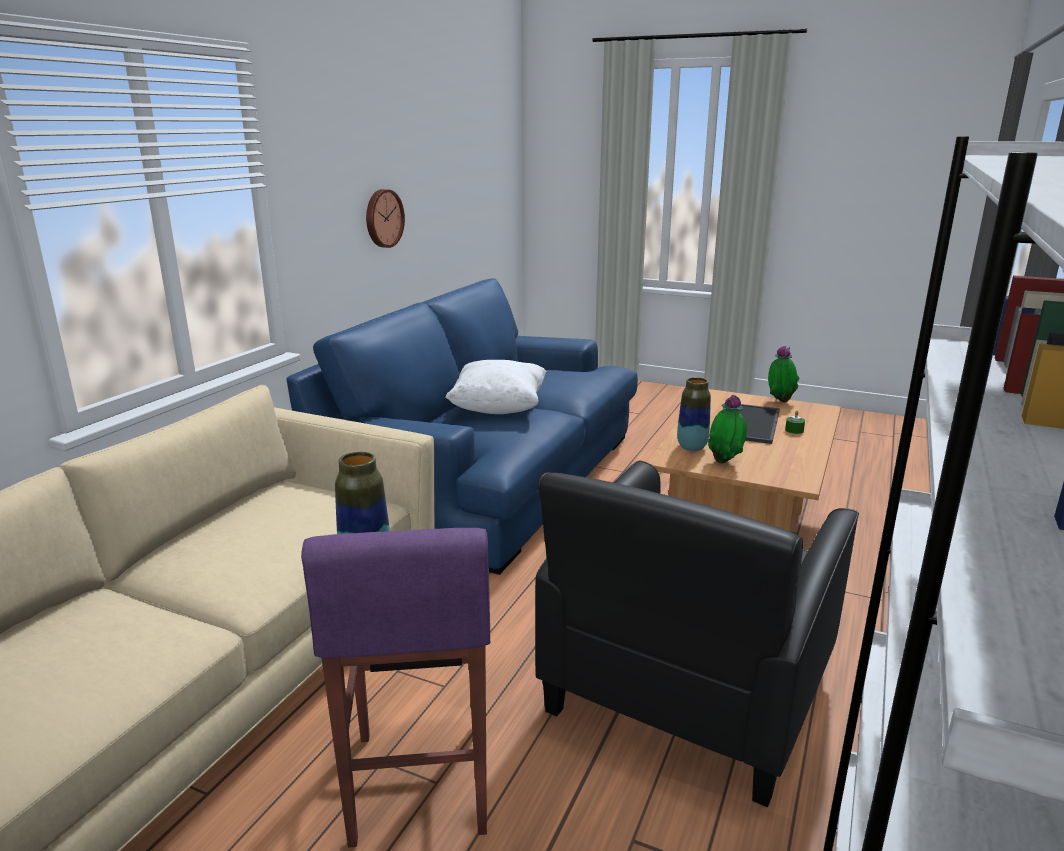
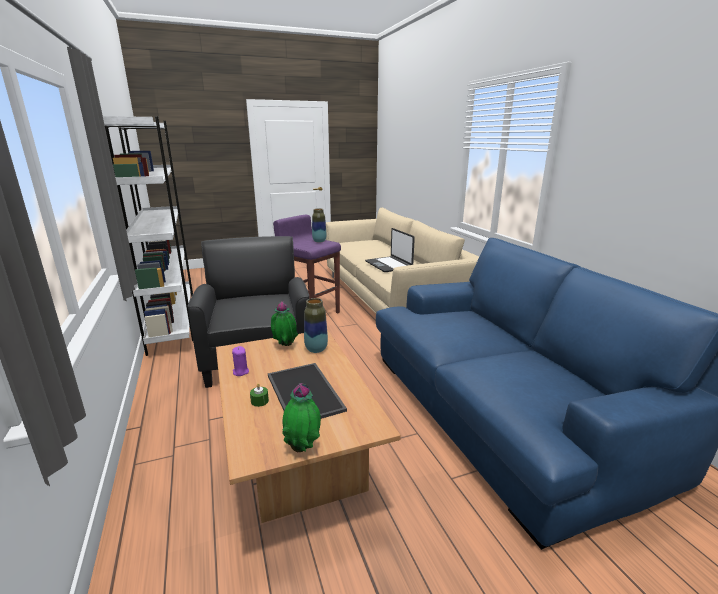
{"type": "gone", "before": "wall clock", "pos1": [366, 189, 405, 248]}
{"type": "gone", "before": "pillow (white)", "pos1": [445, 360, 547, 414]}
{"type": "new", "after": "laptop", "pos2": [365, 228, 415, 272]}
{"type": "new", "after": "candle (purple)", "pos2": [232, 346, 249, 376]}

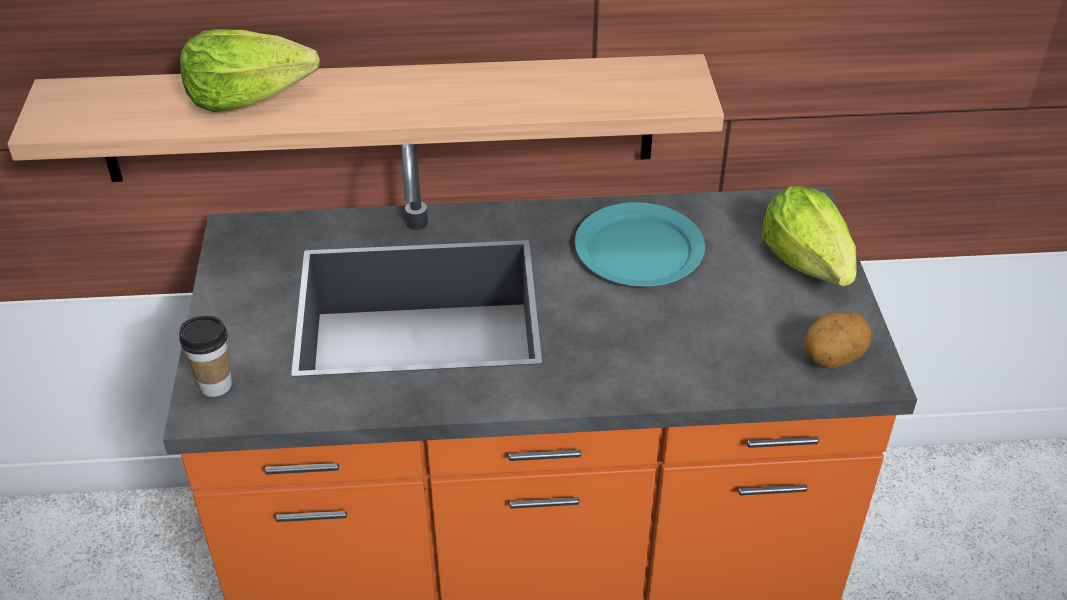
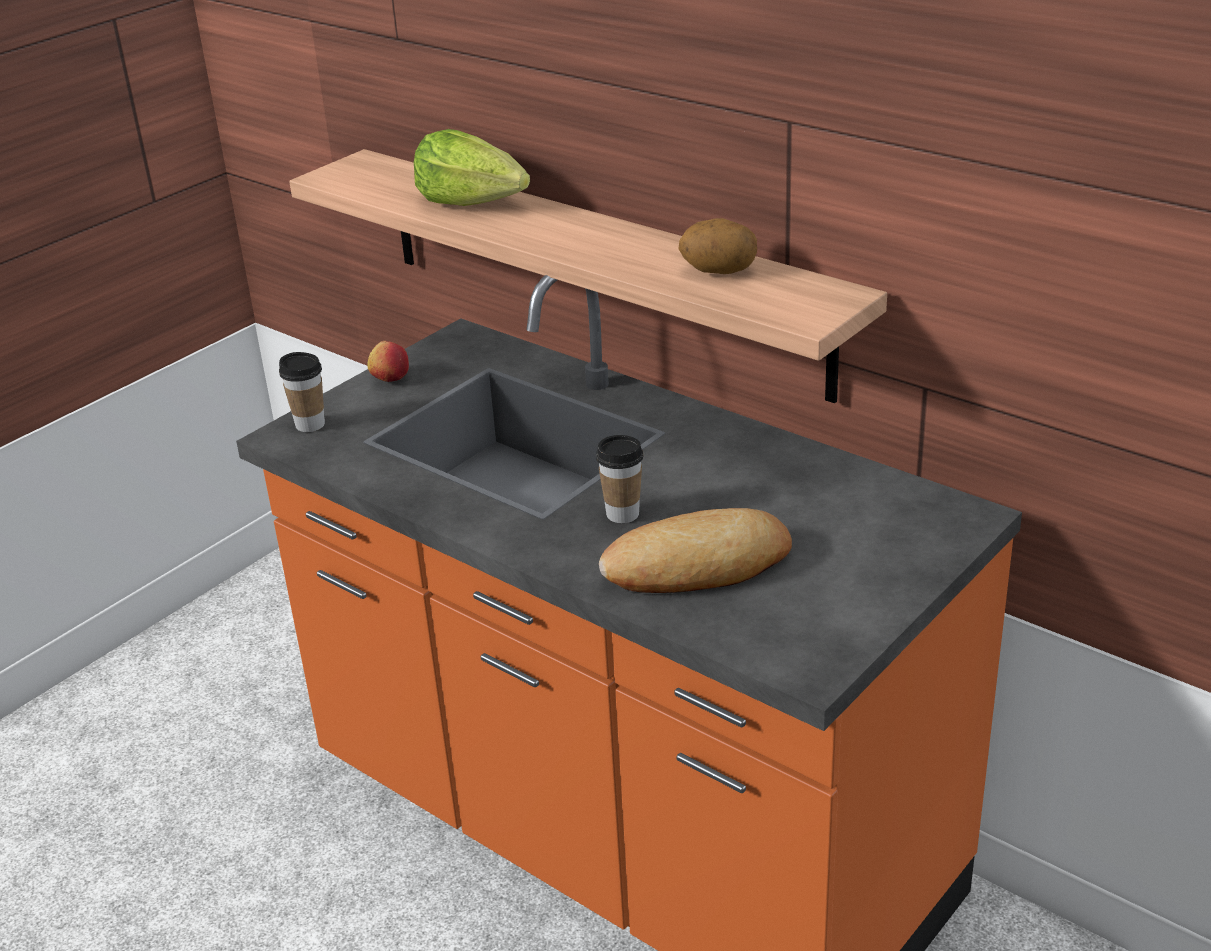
{"type": "gone", "before": "lettuce", "pos1": [762, 186, 857, 286]}
{"type": "gone", "before": "plate (turquoise)", "pos1": [575, 202, 705, 286]}
{"type": "shifted", "before": "potato", "pos1": [804, 312, 871, 368], "pos2": [678, 218, 757, 274]}
{"type": "new", "after": "apple", "pos2": [367, 341, 409, 382]}
{"type": "new", "after": "cup", "pos2": [596, 435, 643, 523]}
{"type": "new", "after": "bread", "pos2": [599, 508, 792, 593]}

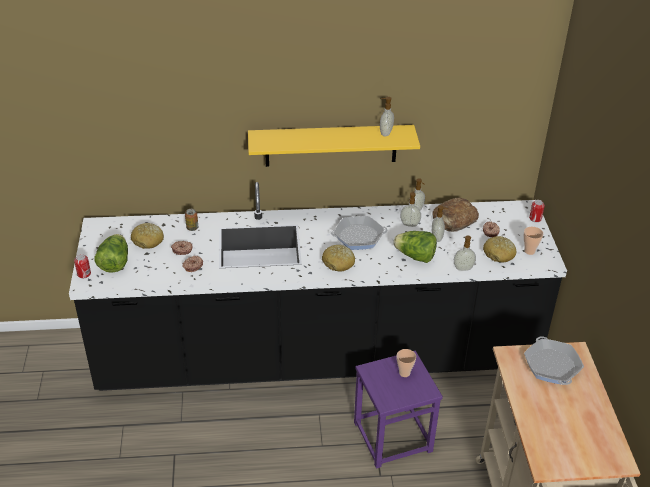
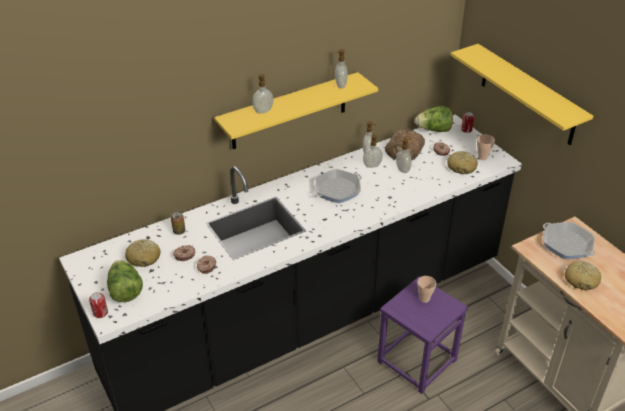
{"type": "shifted", "before": "lettuce", "pos1": [393, 231, 437, 263], "pos2": [415, 106, 453, 132]}
{"type": "shifted", "before": "soap dispenser", "pos1": [454, 235, 476, 271], "pos2": [252, 74, 273, 114]}
{"type": "shifted", "before": "bread", "pos1": [322, 245, 355, 271], "pos2": [565, 261, 601, 290]}
{"type": "new", "after": "shelf (yellow)", "pos2": [451, 44, 593, 145]}

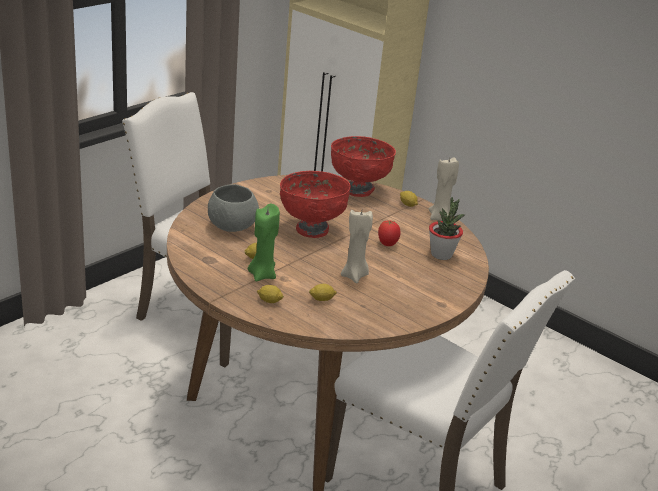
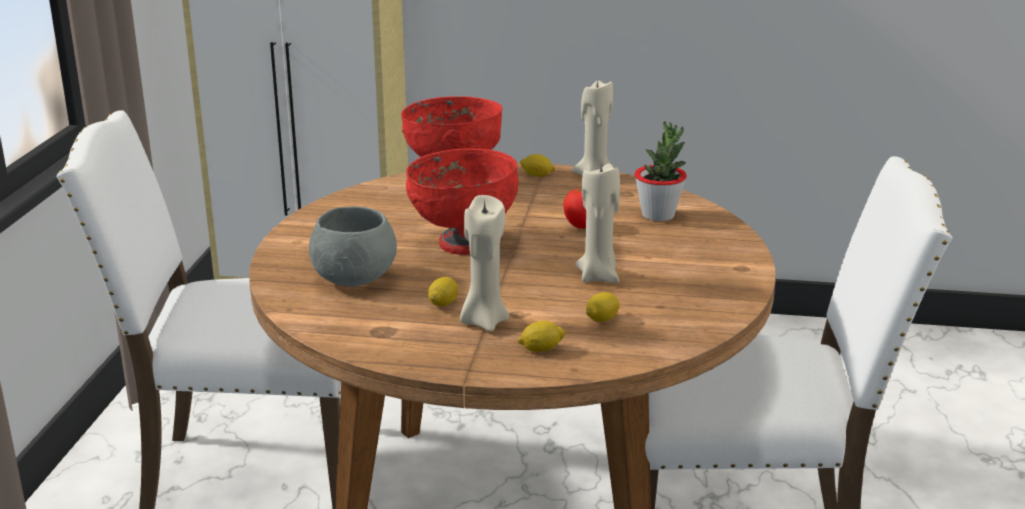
{"type": "repainted", "before": "candle (green)", "after": "candle (beige)", "pos1": [248, 204, 280, 282], "pos2": [460, 195, 509, 331]}

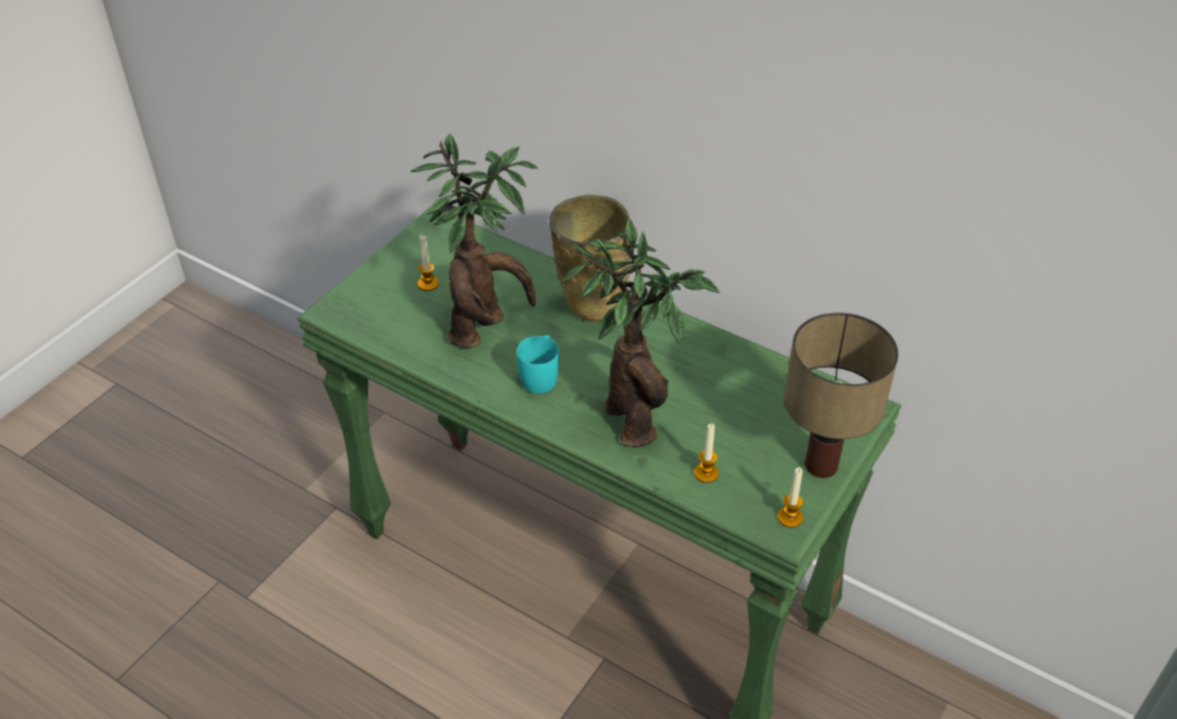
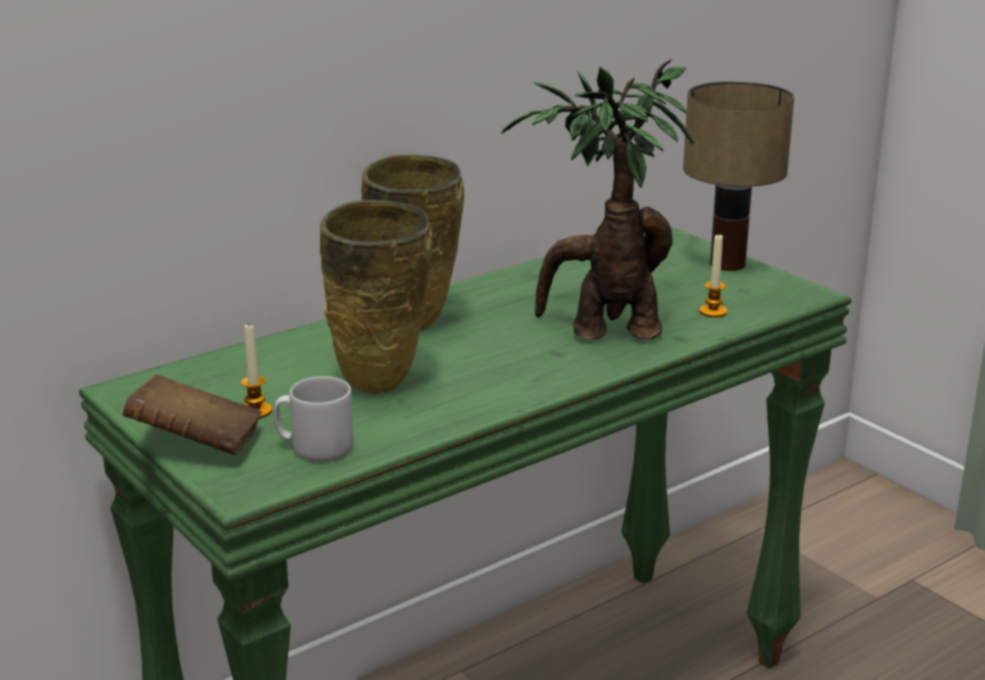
{"type": "swapped", "before": "potted plant", "after": "vase (beige)", "pos1": [411, 134, 538, 348], "pos2": [320, 200, 433, 394]}
{"type": "gone", "before": "mug (turquoise)", "pos1": [517, 335, 559, 393]}
{"type": "gone", "before": "candle", "pos1": [777, 467, 803, 528]}
{"type": "new", "after": "book (brown)", "pos2": [123, 374, 262, 455]}
{"type": "new", "after": "mug (grey)", "pos2": [274, 376, 354, 461]}

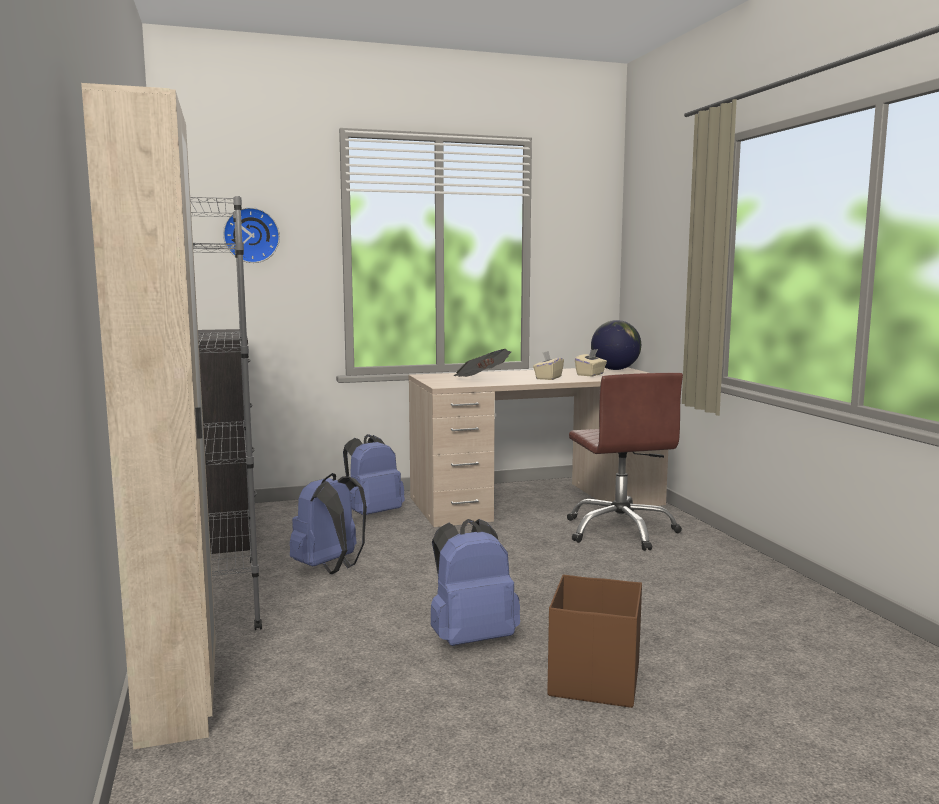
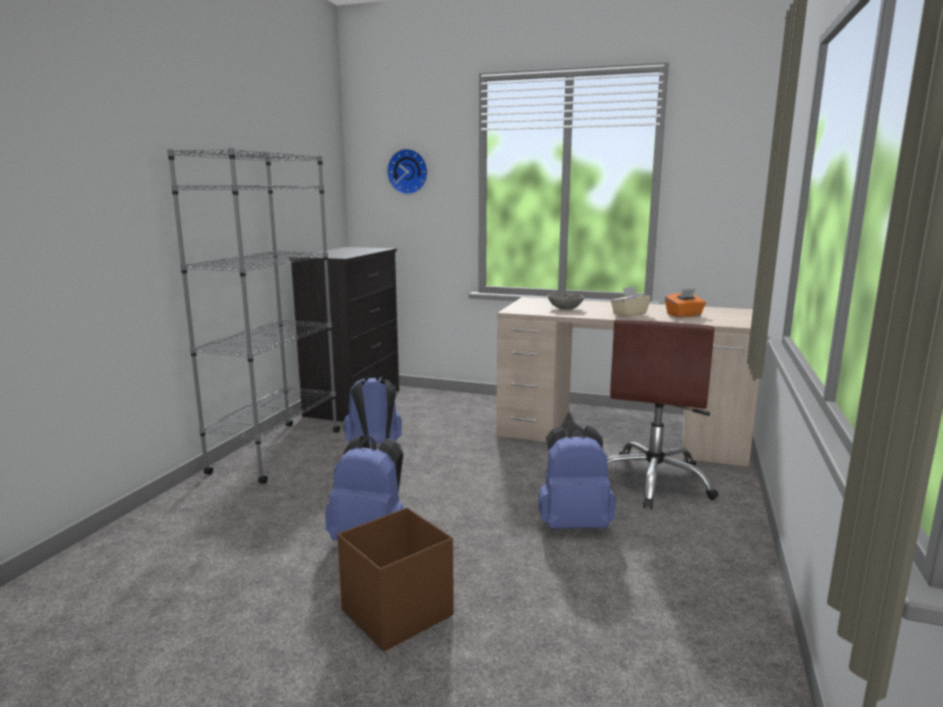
{"type": "gone", "before": "wardrobe (beige)", "pos1": [81, 83, 216, 750]}
{"type": "gone", "before": "globe", "pos1": [591, 320, 641, 370]}
{"type": "swapped", "before": "newspaper", "after": "bowl (grey)", "pos1": [454, 349, 511, 377], "pos2": [548, 292, 584, 309]}
{"type": "repainted", "before": "tissue box (beige)", "after": "tissue box (orange)", "pos1": [575, 349, 607, 376], "pos2": [665, 289, 706, 317]}
{"type": "shifted", "before": "backpack (blue)", "pos1": [343, 434, 405, 515], "pos2": [538, 425, 616, 529]}

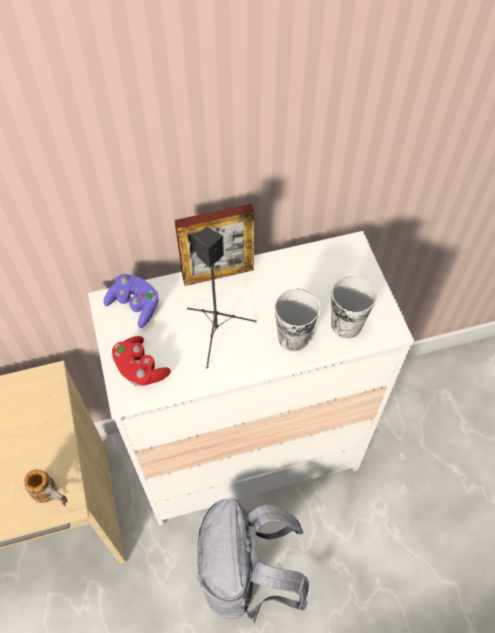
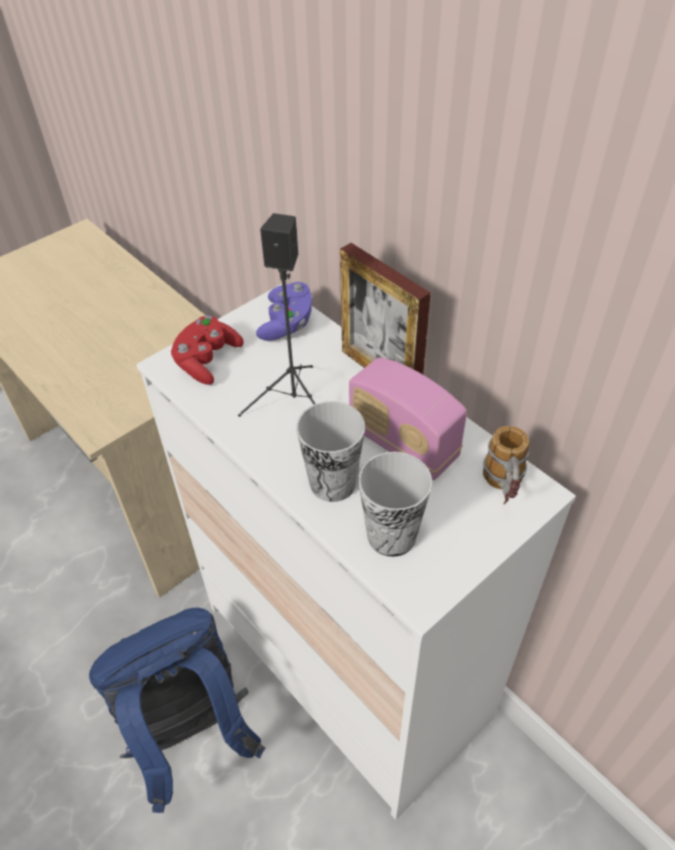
{"type": "shifted", "before": "mug", "pos1": [24, 469, 68, 507], "pos2": [483, 426, 530, 504]}
{"type": "repainted", "before": "backpack (grey)", "after": "backpack (blue)", "pos1": [196, 498, 309, 623], "pos2": [89, 608, 266, 813]}
{"type": "new", "after": "radio", "pos2": [349, 357, 467, 480]}

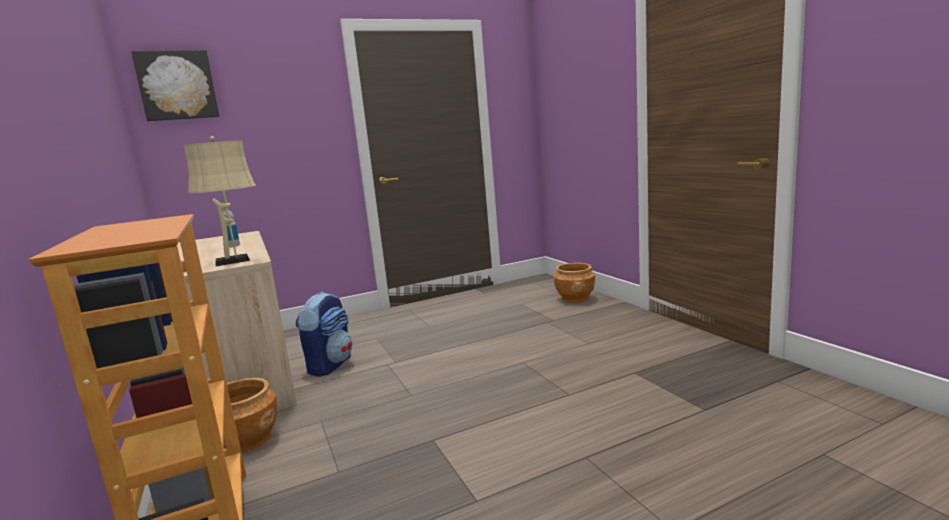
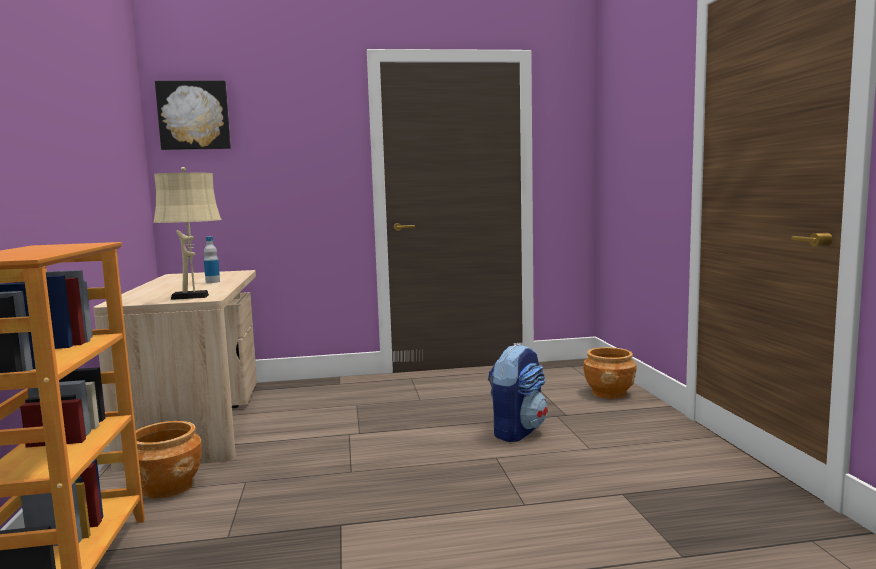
{"type": "shifted", "before": "backpack", "pos1": [296, 292, 352, 377], "pos2": [488, 344, 547, 442]}

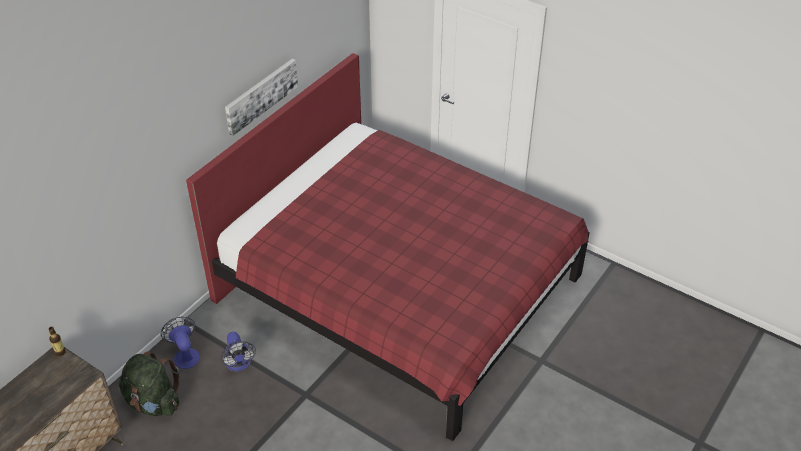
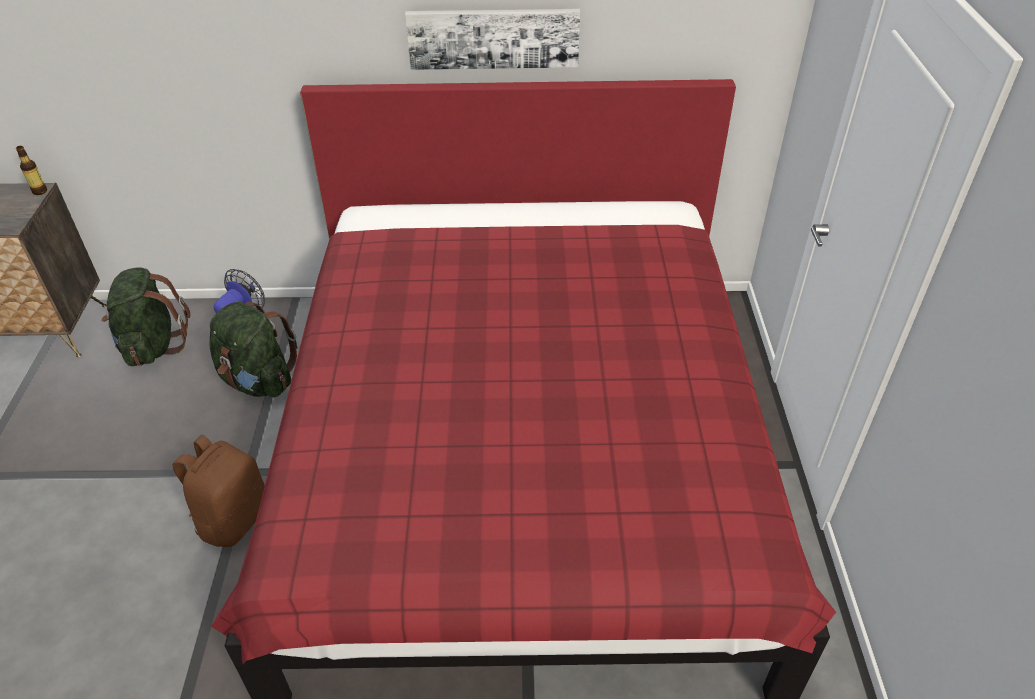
{"type": "swapped", "before": "fan", "after": "backpack (green)", "pos1": [220, 332, 256, 371], "pos2": [210, 302, 297, 397]}
{"type": "new", "after": "backpack (brown)", "pos2": [173, 435, 265, 547]}

